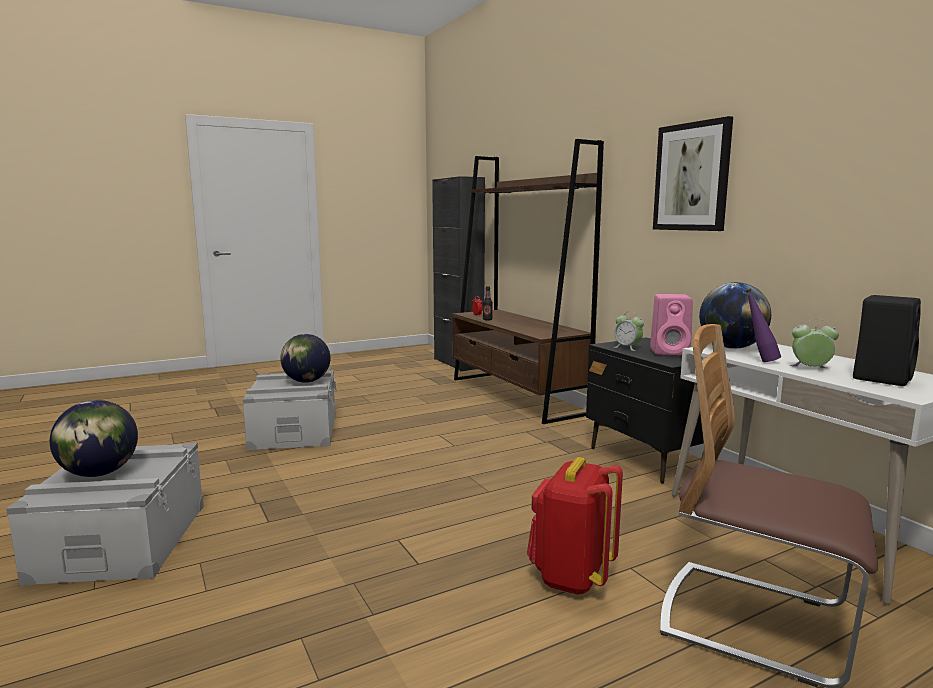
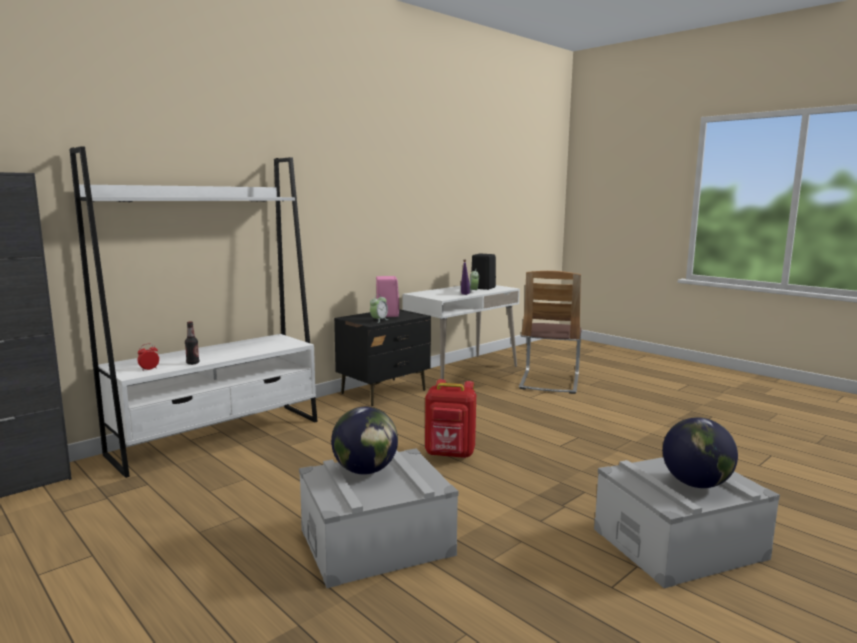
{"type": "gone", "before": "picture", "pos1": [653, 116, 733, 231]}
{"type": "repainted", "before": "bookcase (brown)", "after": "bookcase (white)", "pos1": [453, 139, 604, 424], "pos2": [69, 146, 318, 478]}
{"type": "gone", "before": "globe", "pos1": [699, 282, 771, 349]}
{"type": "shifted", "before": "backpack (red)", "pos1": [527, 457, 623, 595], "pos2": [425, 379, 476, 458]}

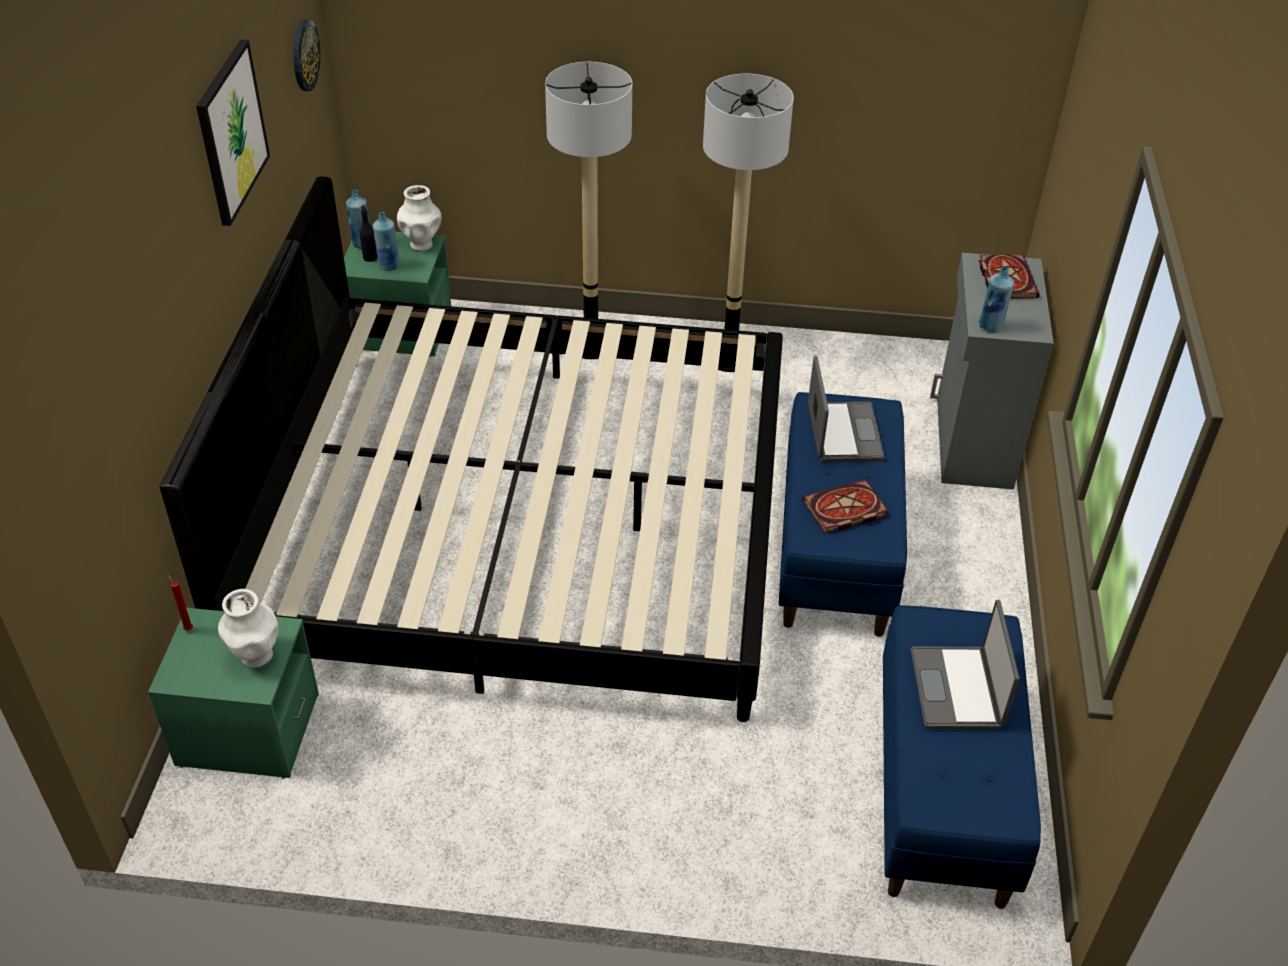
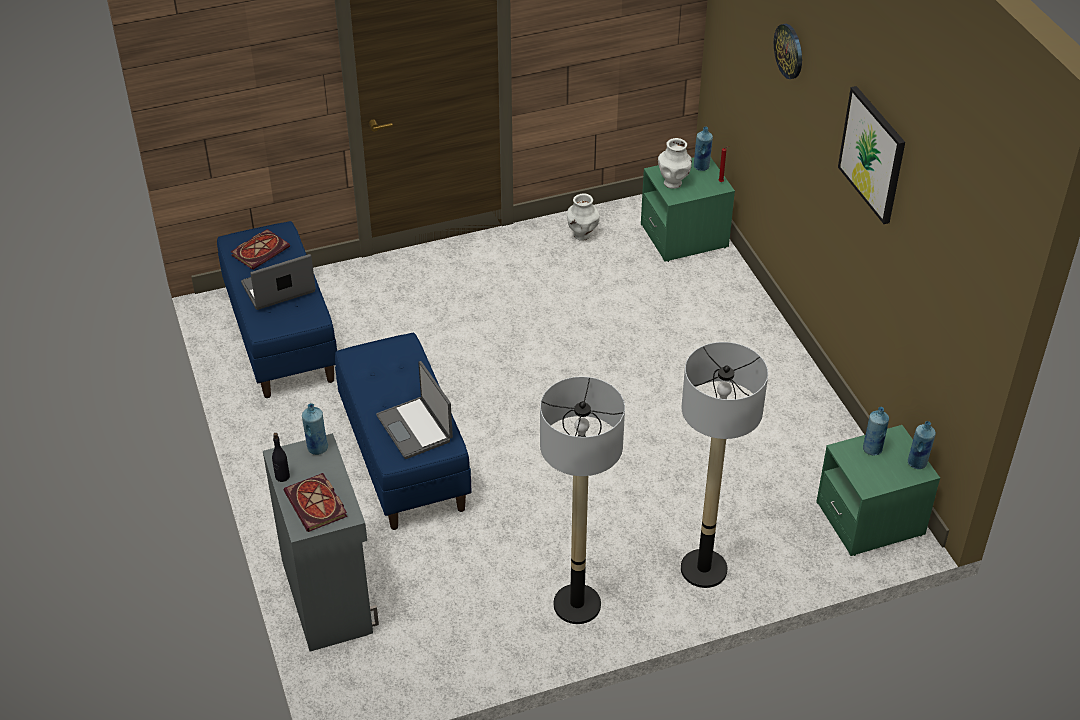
{"type": "shifted", "before": "wall clock", "pos1": [294, 19, 320, 91], "pos2": [774, 24, 802, 79]}
{"type": "gone", "before": "bed", "pos1": [160, 176, 783, 722]}
{"type": "shifted", "before": "vase (white)", "pos1": [397, 185, 442, 251], "pos2": [567, 193, 600, 241]}
{"type": "shifted", "before": "bottle (black)", "pos1": [360, 205, 377, 262], "pos2": [272, 433, 290, 482]}
{"type": "shifted", "before": "book", "pos1": [802, 479, 888, 534], "pos2": [230, 229, 290, 270]}
{"type": "rotated", "before": "laptop", "pos1": [911, 600, 1020, 730], "pos2": [241, 254, 316, 310], "turn": -90}
{"type": "new", "after": "bottle (blue)", "pos2": [694, 127, 713, 171]}

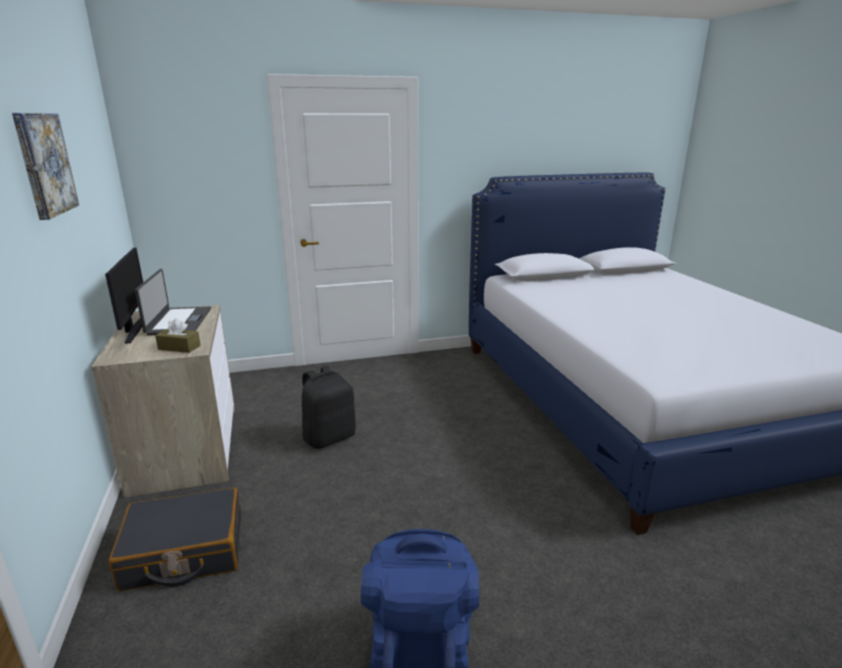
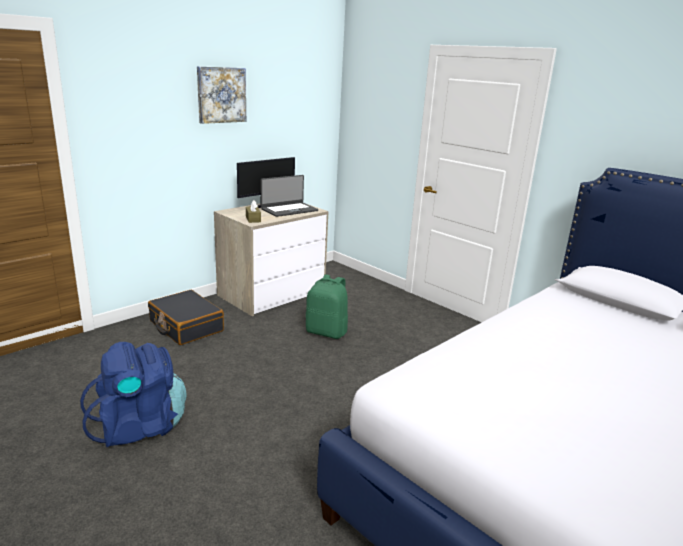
{"type": "repainted", "before": "backpack (black)", "after": "backpack (green)", "pos1": [302, 366, 356, 449], "pos2": [305, 274, 348, 339]}

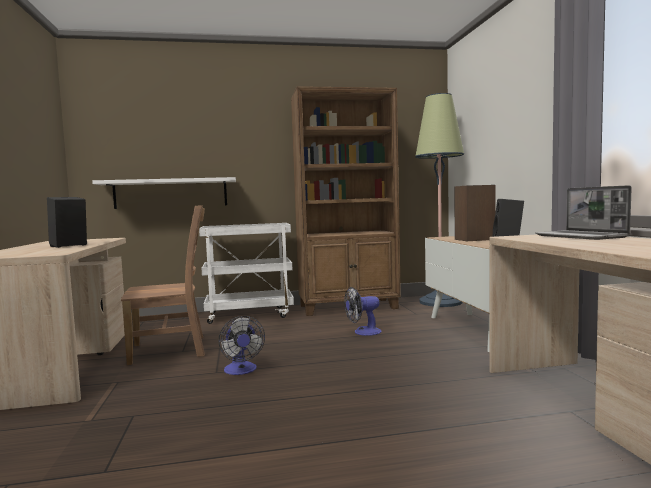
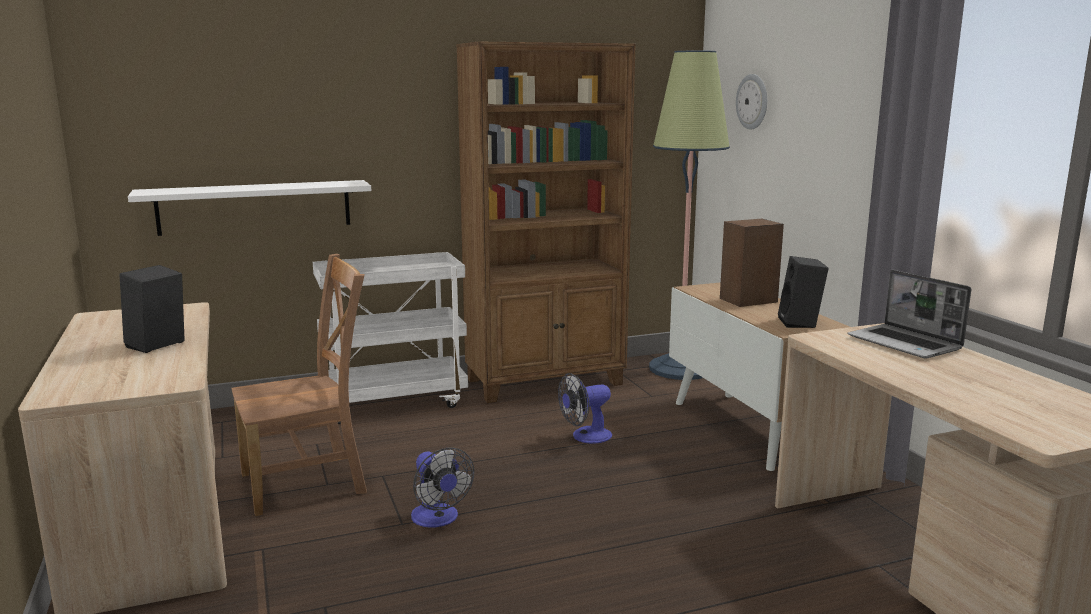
{"type": "new", "after": "wall clock", "pos2": [736, 74, 767, 130]}

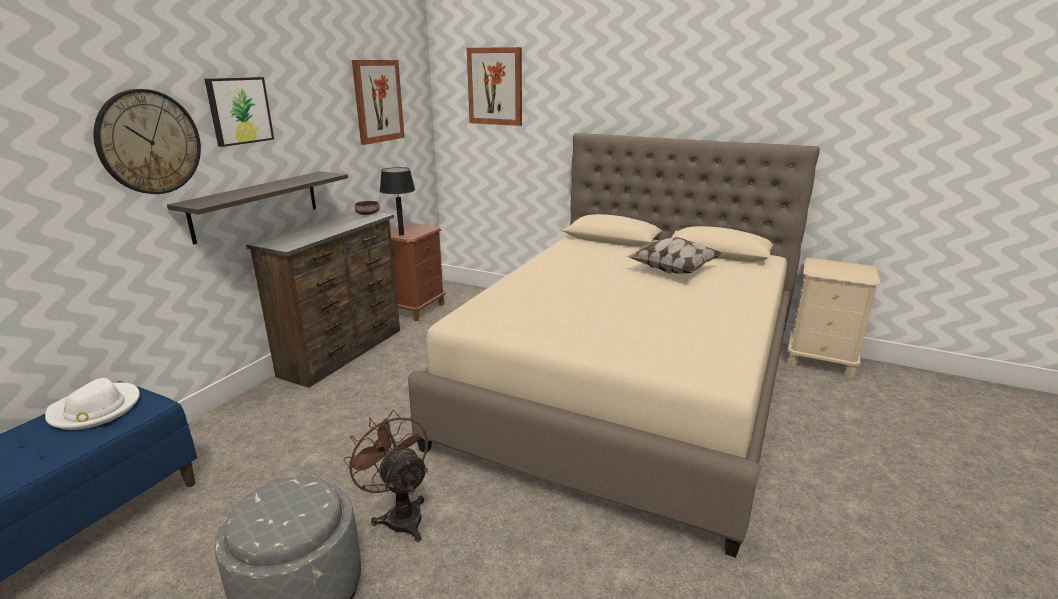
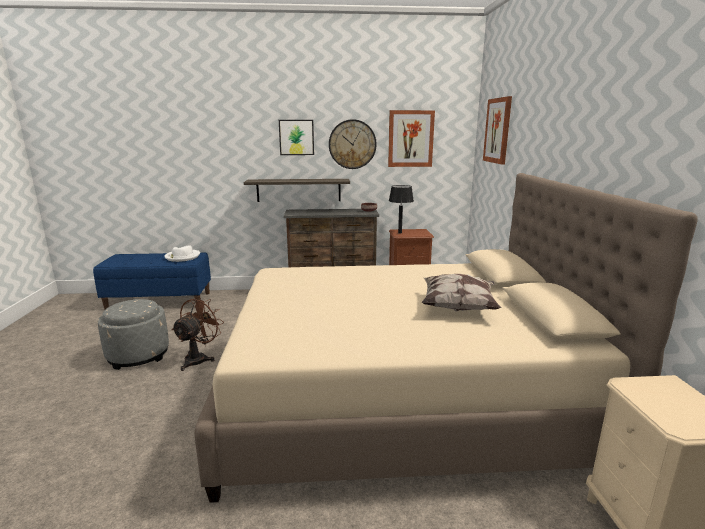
{"type": "shifted", "before": "wall clock", "pos1": [94, 89, 201, 194], "pos2": [329, 119, 377, 169]}

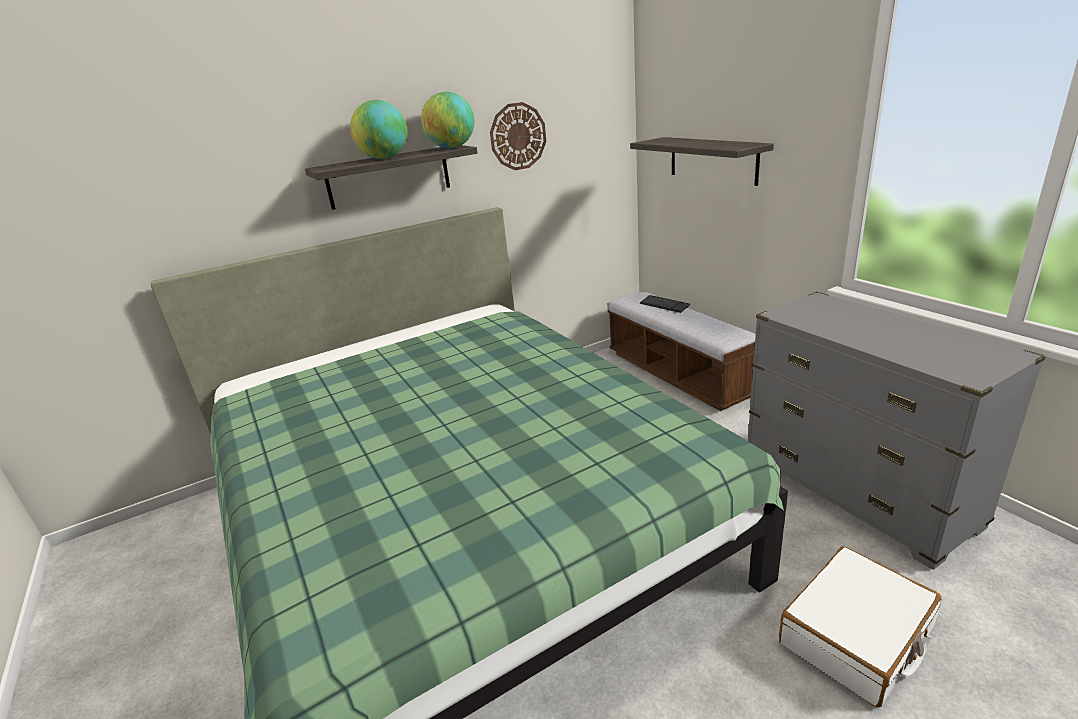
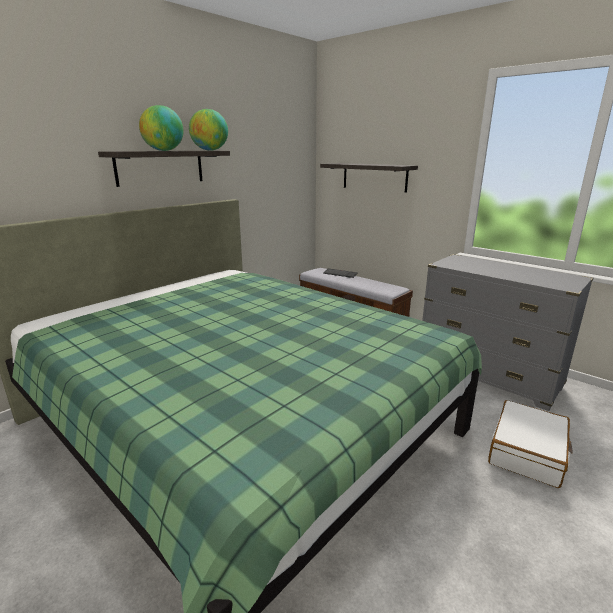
{"type": "gone", "before": "wall clock", "pos1": [490, 102, 546, 170]}

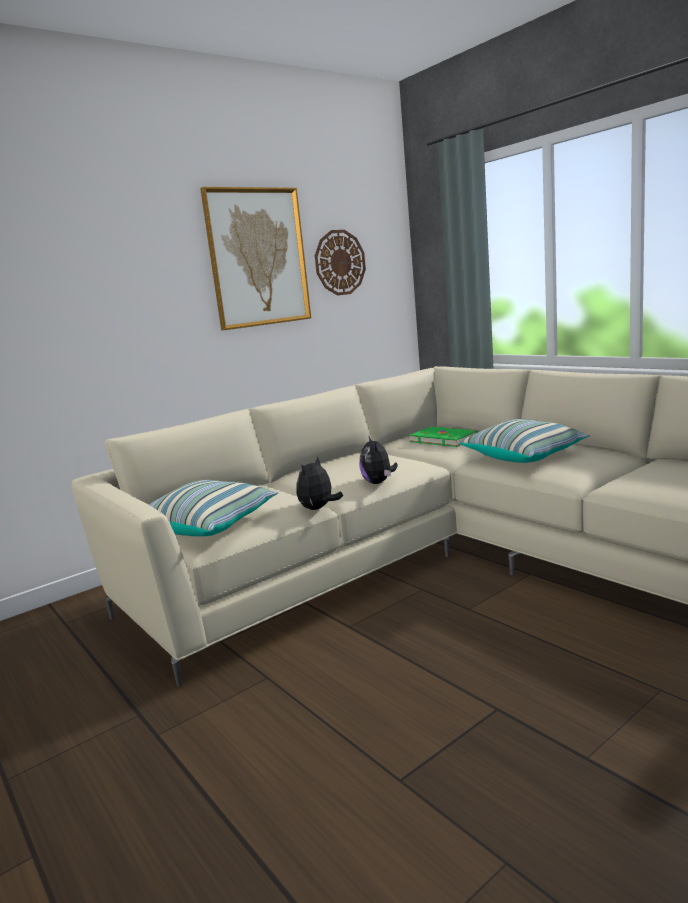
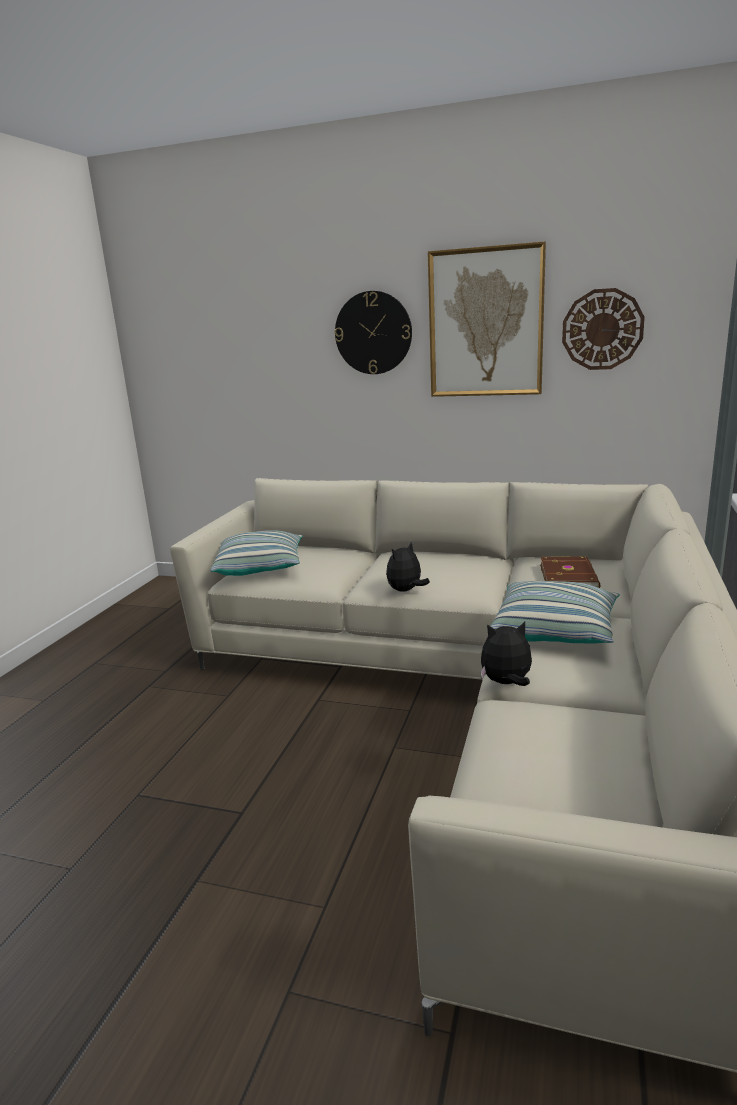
{"type": "repainted", "before": "book (green)", "after": "book (brown)", "pos1": [409, 427, 478, 447], "pos2": [540, 556, 600, 588]}
{"type": "shifted", "before": "plush toy", "pos1": [296, 456, 343, 510], "pos2": [480, 622, 532, 686]}
{"type": "new", "after": "wall clock", "pos2": [335, 291, 412, 374]}

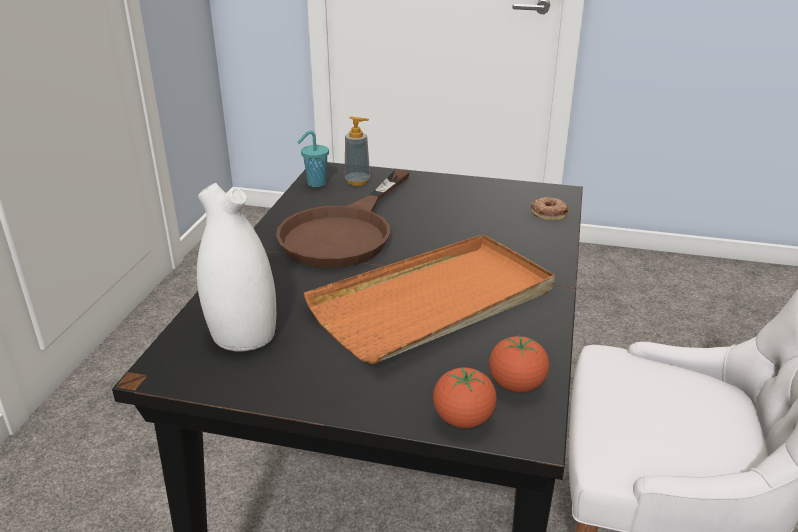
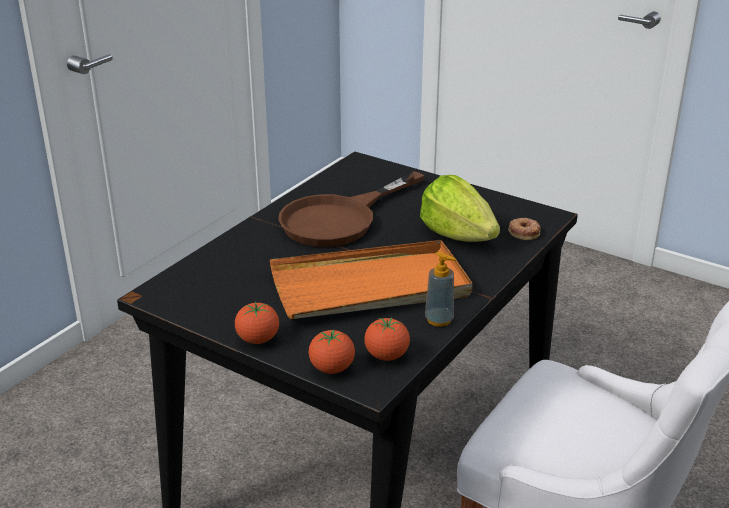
{"type": "shifted", "before": "soap dispenser", "pos1": [345, 116, 370, 186], "pos2": [425, 252, 456, 327]}
{"type": "gone", "before": "cup (turquoise)", "pos1": [298, 131, 329, 187]}
{"type": "gone", "before": "vase (white)", "pos1": [197, 183, 276, 352]}
{"type": "new", "after": "lettuce", "pos2": [420, 175, 500, 242]}
{"type": "new", "after": "tomato", "pos2": [235, 301, 279, 344]}

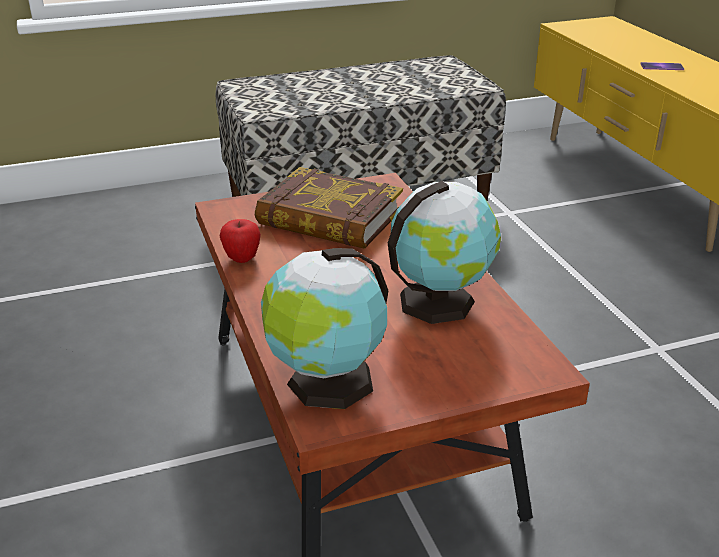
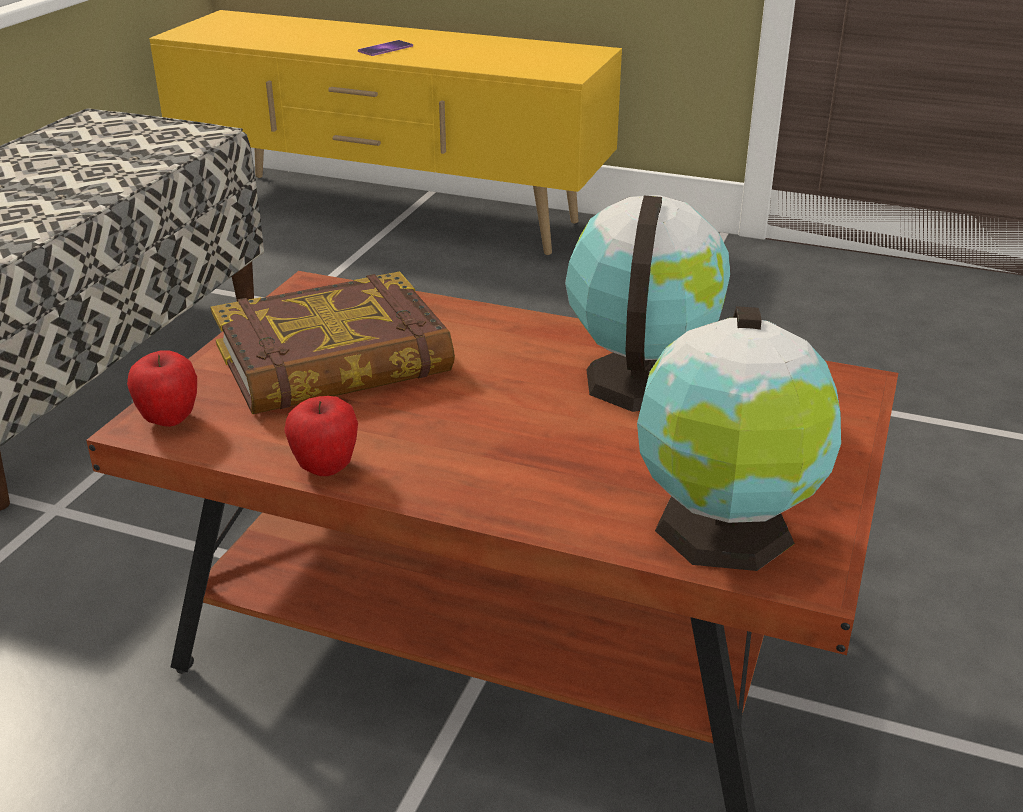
{"type": "new", "after": "apple", "pos2": [127, 350, 197, 427]}

